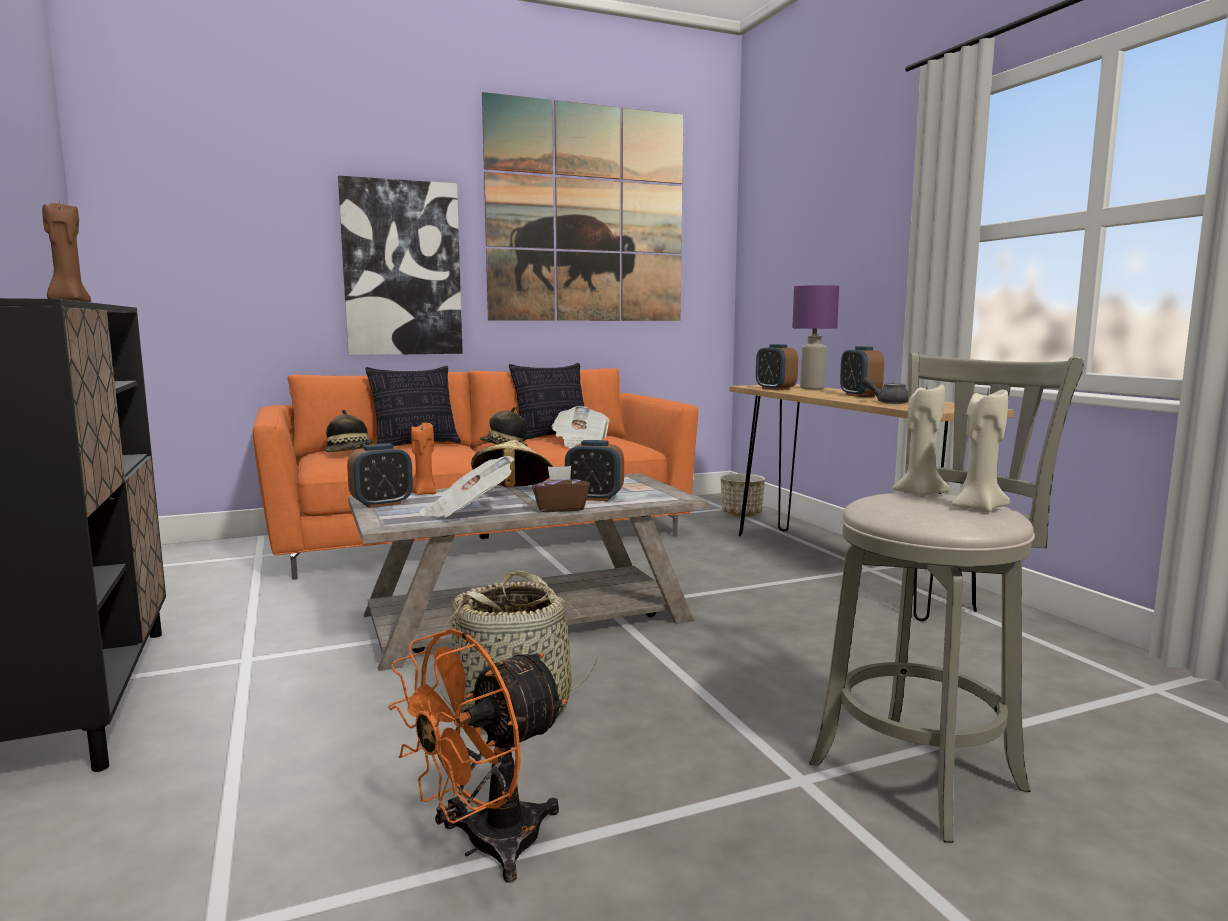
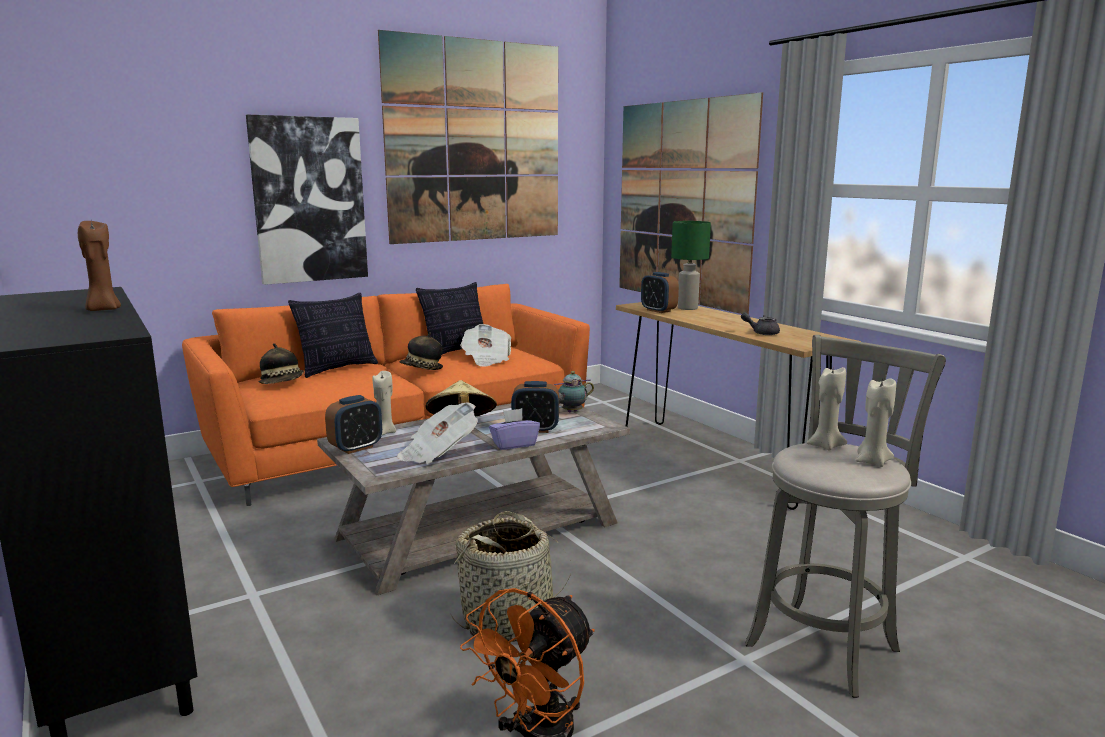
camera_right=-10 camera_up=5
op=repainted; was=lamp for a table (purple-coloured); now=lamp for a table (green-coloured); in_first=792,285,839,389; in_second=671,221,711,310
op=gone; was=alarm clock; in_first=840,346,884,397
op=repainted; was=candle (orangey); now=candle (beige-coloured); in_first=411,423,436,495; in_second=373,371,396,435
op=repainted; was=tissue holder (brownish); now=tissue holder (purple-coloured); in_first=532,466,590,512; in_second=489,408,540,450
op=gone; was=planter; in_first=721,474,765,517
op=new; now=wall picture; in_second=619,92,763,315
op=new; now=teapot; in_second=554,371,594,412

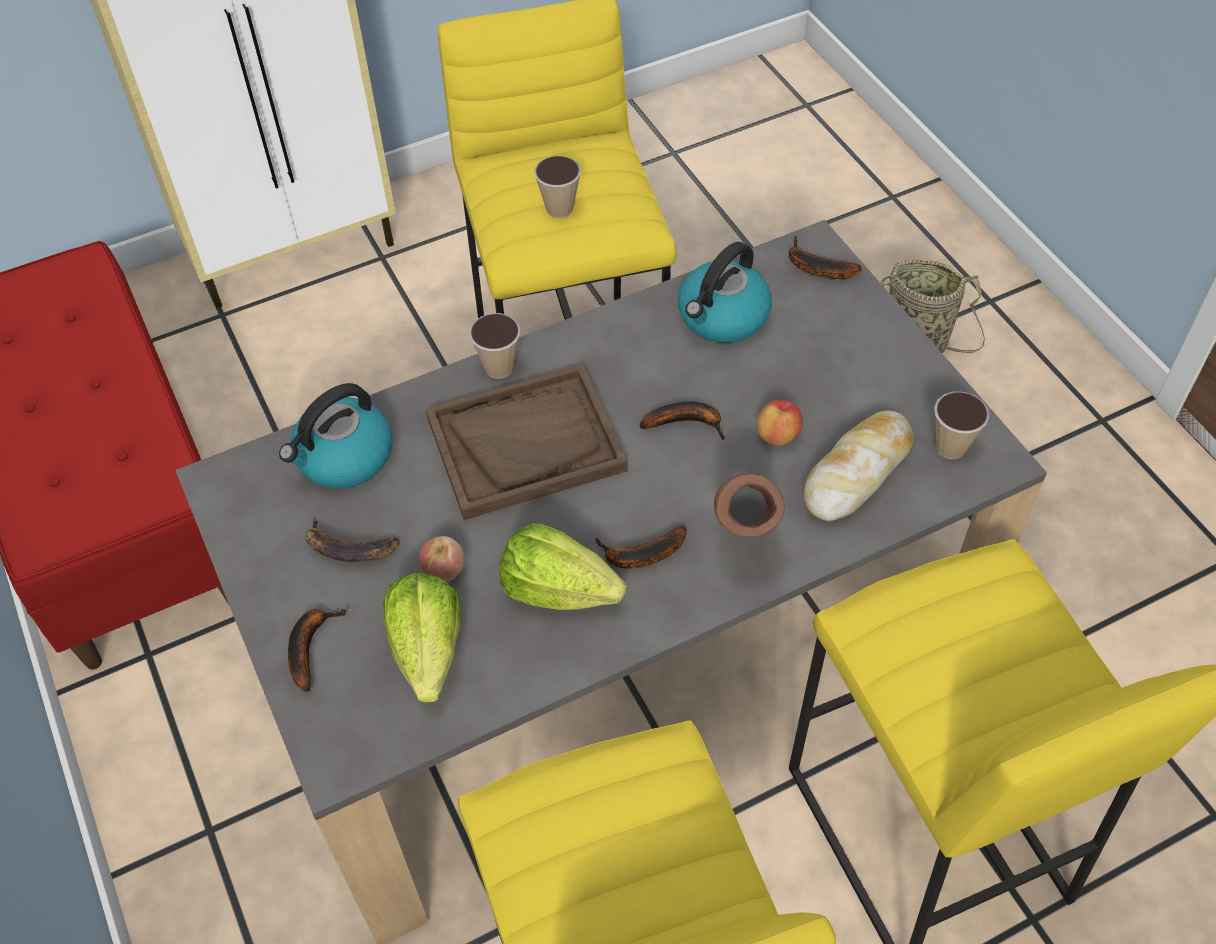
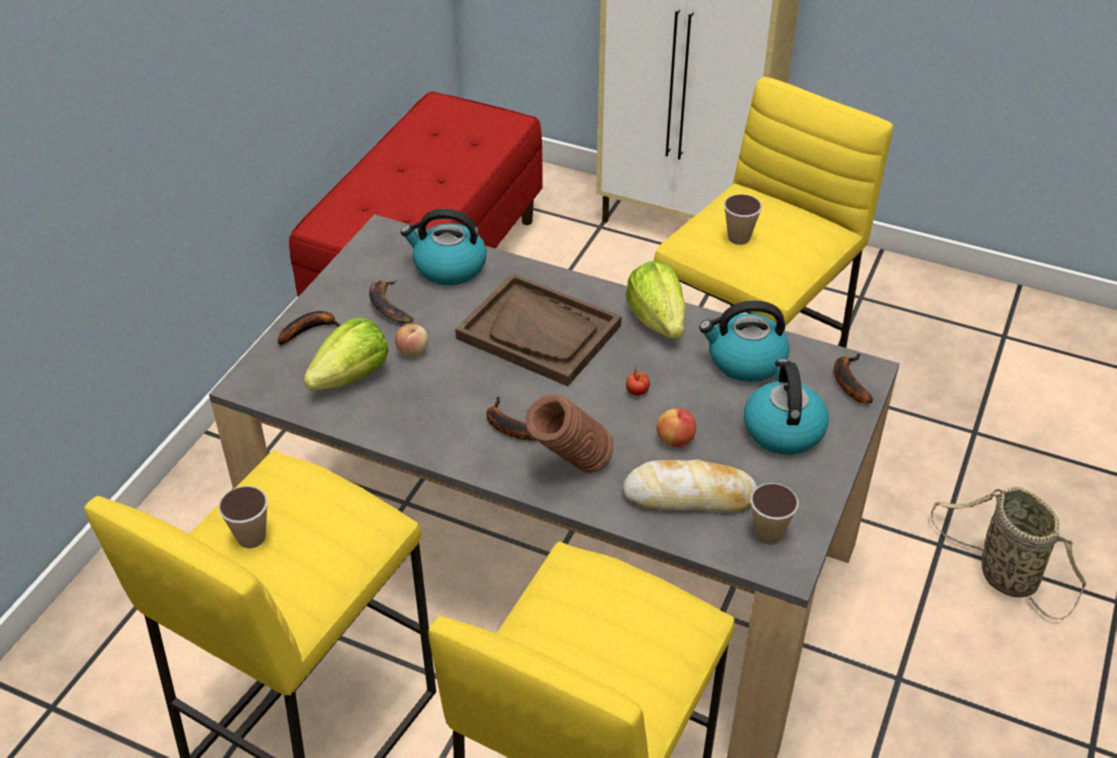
camera_right=50 camera_up=-10
op=shifted; was=small cup; in_first=470,313,520,379; in_second=218,486,268,548
op=swapped; was=banana; now=whole tomato; in_first=640,402,726,440; in_second=626,366,650,396
op=shifted; was=lettuce; in_first=499,523,627,610; in_second=625,261,686,338
op=new; now=tea kettle; in_second=744,359,829,455

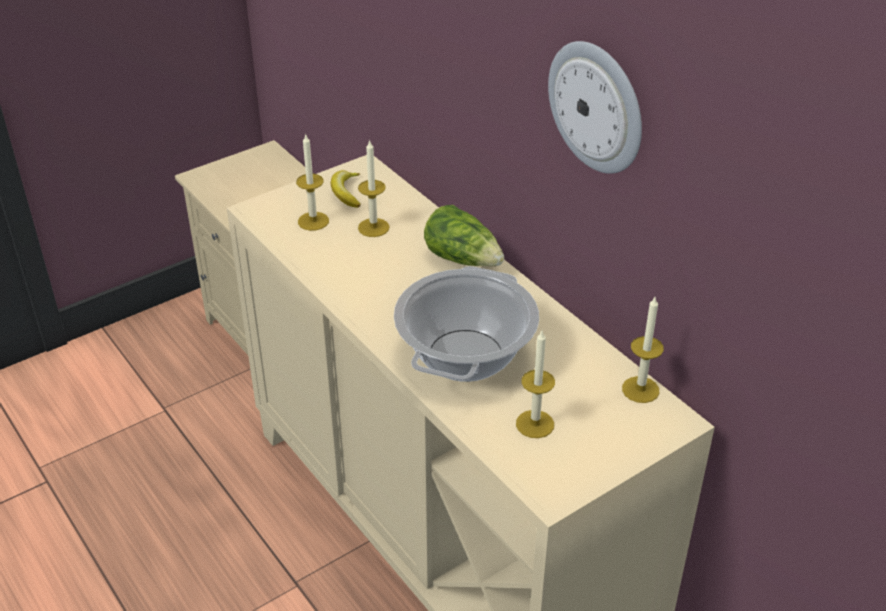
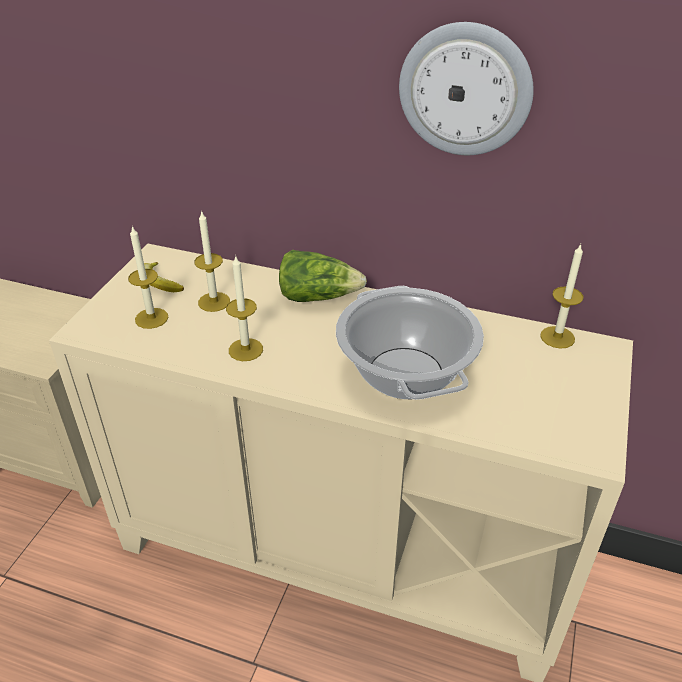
camera_right=-35 camera_up=0
op=shifted; was=candle; in_first=516,331,555,438; in_second=226,255,263,361

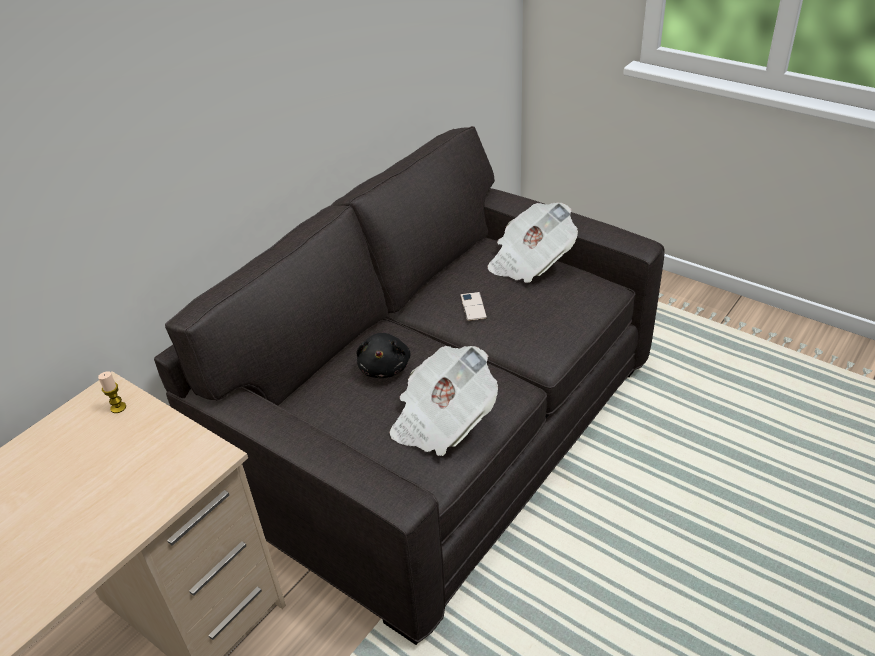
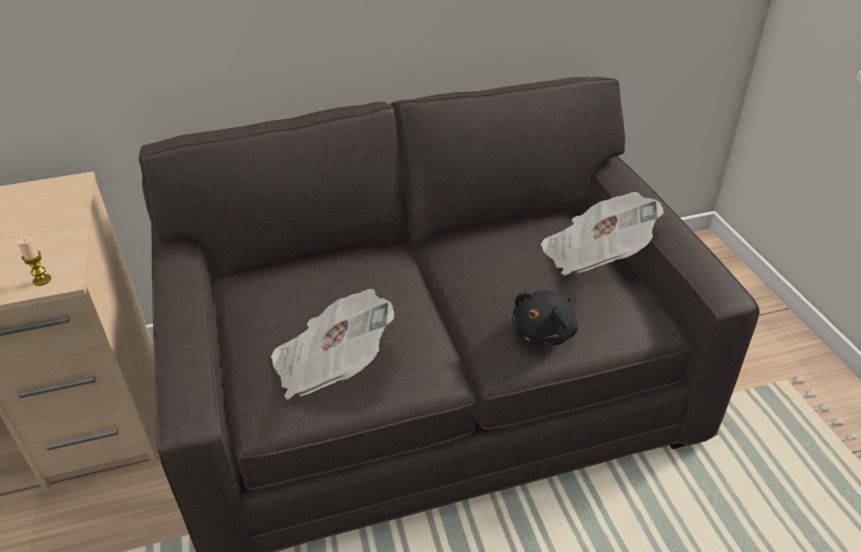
camera_right=35 camera_up=0
op=gone; was=telephone; in_first=461,292,487,321
op=shifted; was=soft toy (blackish); in_first=356,333,411,378; in_second=512,290,578,346
op=shifted; was=candle; in_first=98,371,126,413; in_second=17,237,51,286

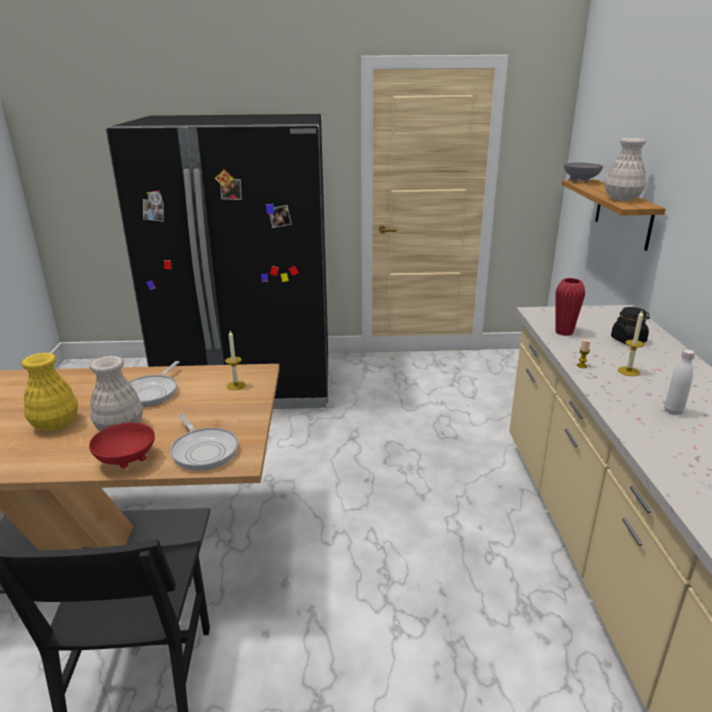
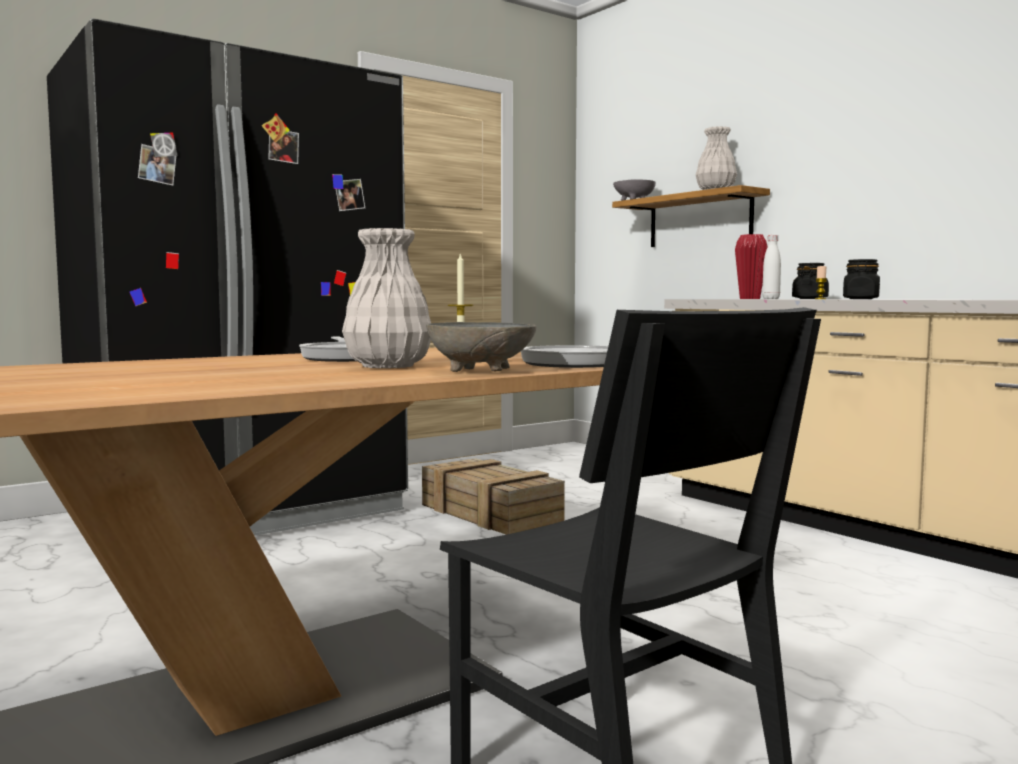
camera_right=-35 camera_up=-20
op=swapped; was=candle; now=storage jar (blackish); in_first=618,311,644,376; in_second=843,259,880,299
op=shifted; was=bottle (white); in_first=665,349,695,415; in_second=762,235,781,299
op=gone; was=decorative vase (yellow); in_first=21,352,78,431
op=repainted; was=deep dish (reddish); now=deep dish (gray); in_first=89,422,155,469; in_second=426,322,537,372
op=new; now=packing crate; in_second=422,458,565,535

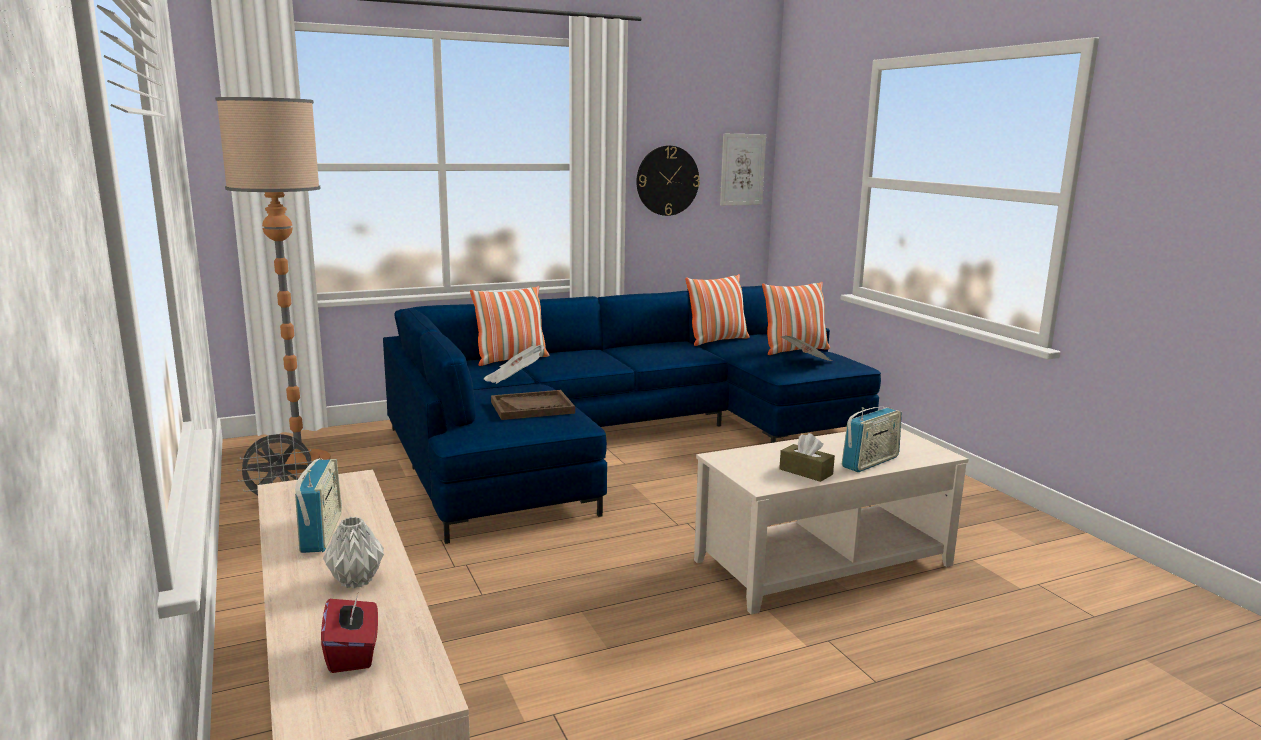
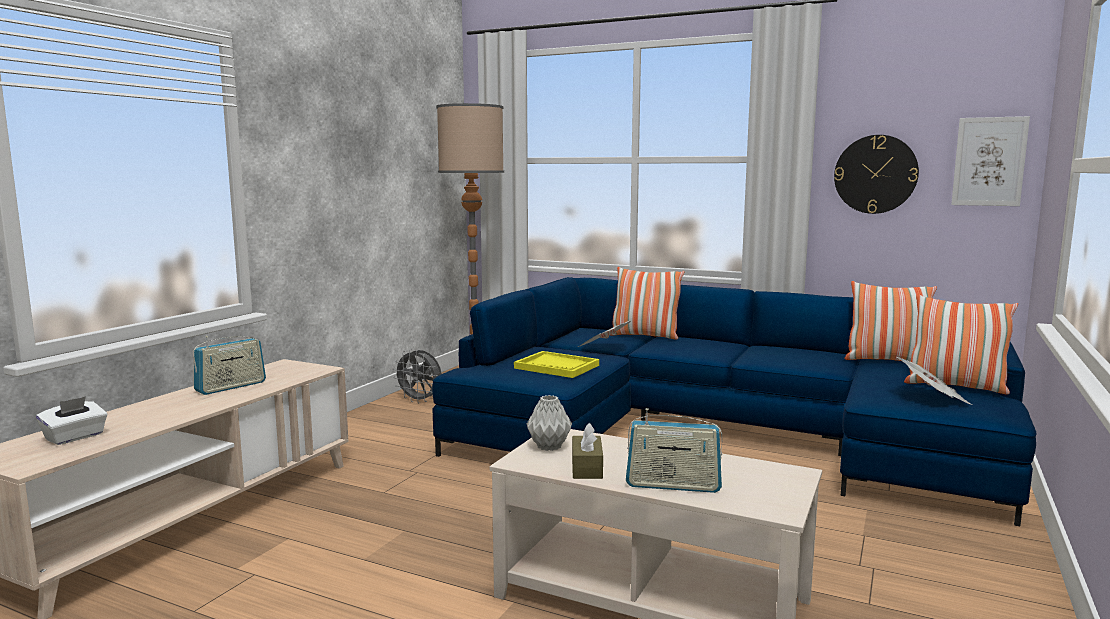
camera_right=50 camera_up=-5
op=repainted; was=serving tray (brownish); now=serving tray (yellow); in_first=491,390,575,420; in_second=514,351,599,378
op=shifted; was=decorative vase (gray); in_first=323,517,384,588; in_second=527,395,572,451
op=repainted; was=tissue holder (reddish); now=tissue holder (white); in_first=321,591,378,673; in_second=36,396,107,445

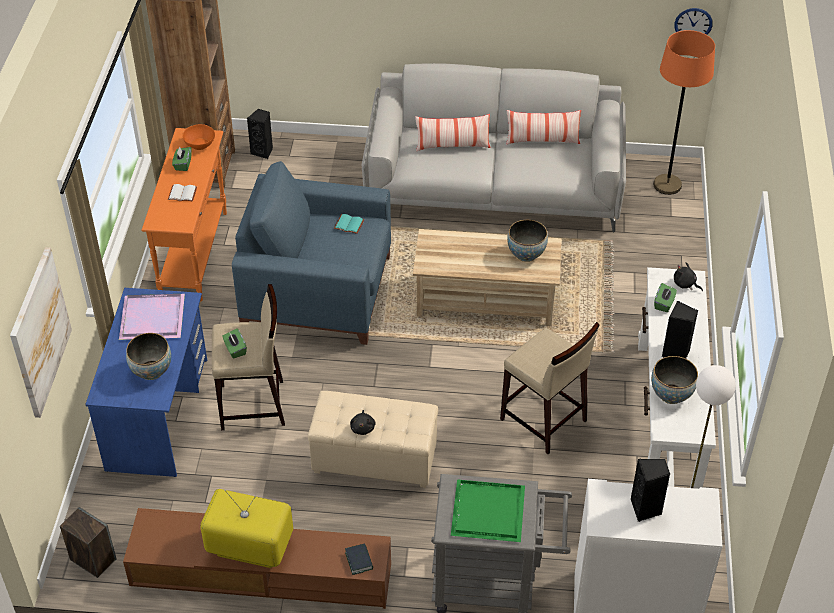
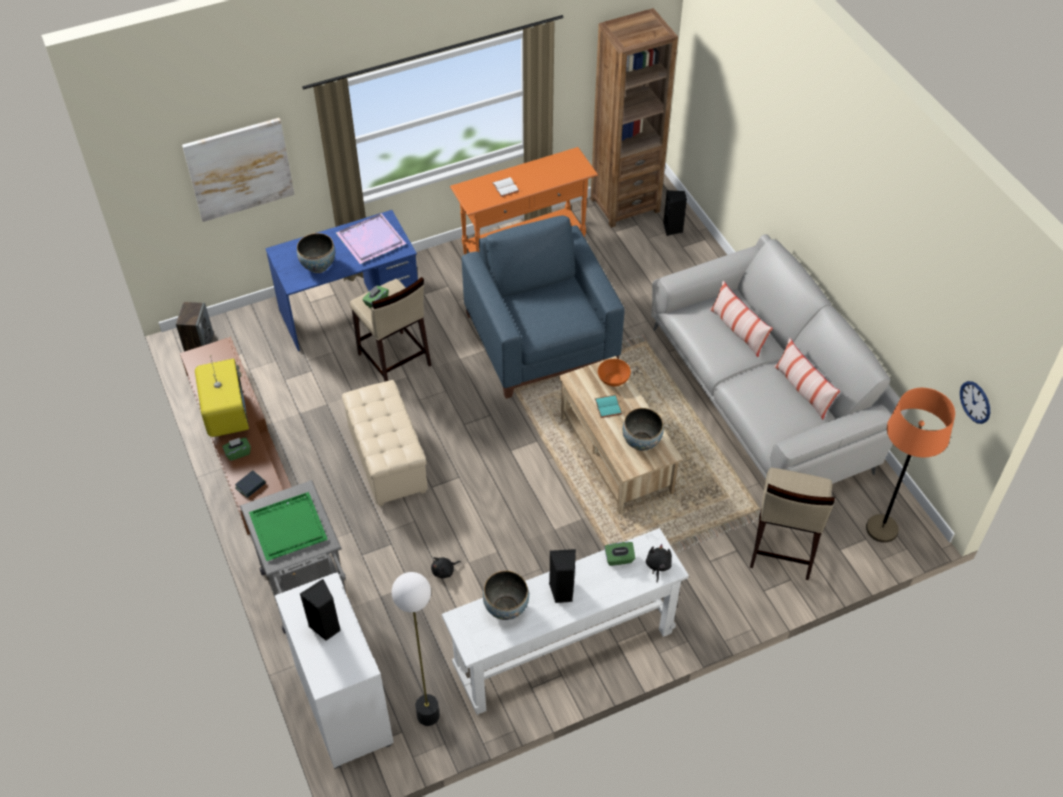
camera_right=60 camera_up=5
op=shifted; was=deep dish (orangey); in_first=182,124,215,150; in_second=598,359,631,386
op=shifted; was=tissue holder (green-coloured); in_first=172,146,192,171; in_second=222,438,251,461
op=shifted; was=bound book (blue-green); in_first=334,214,365,234; in_second=595,395,622,418
op=shifted; was=stool (beige-coloured); in_first=500,322,600,454; in_second=750,467,835,580
op=shifted; was=soft toy (blackish); in_first=350,410,376,435; in_second=431,557,461,579

